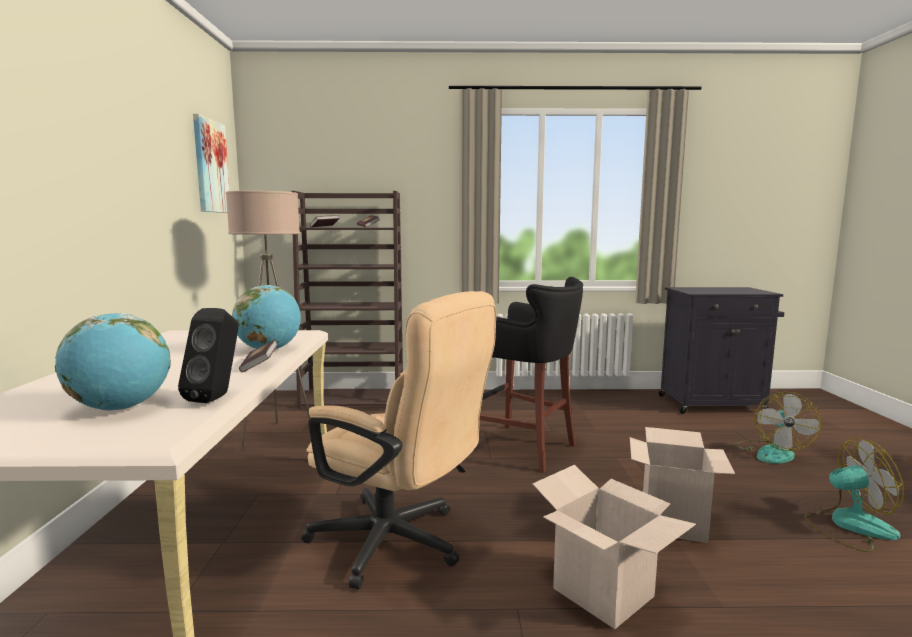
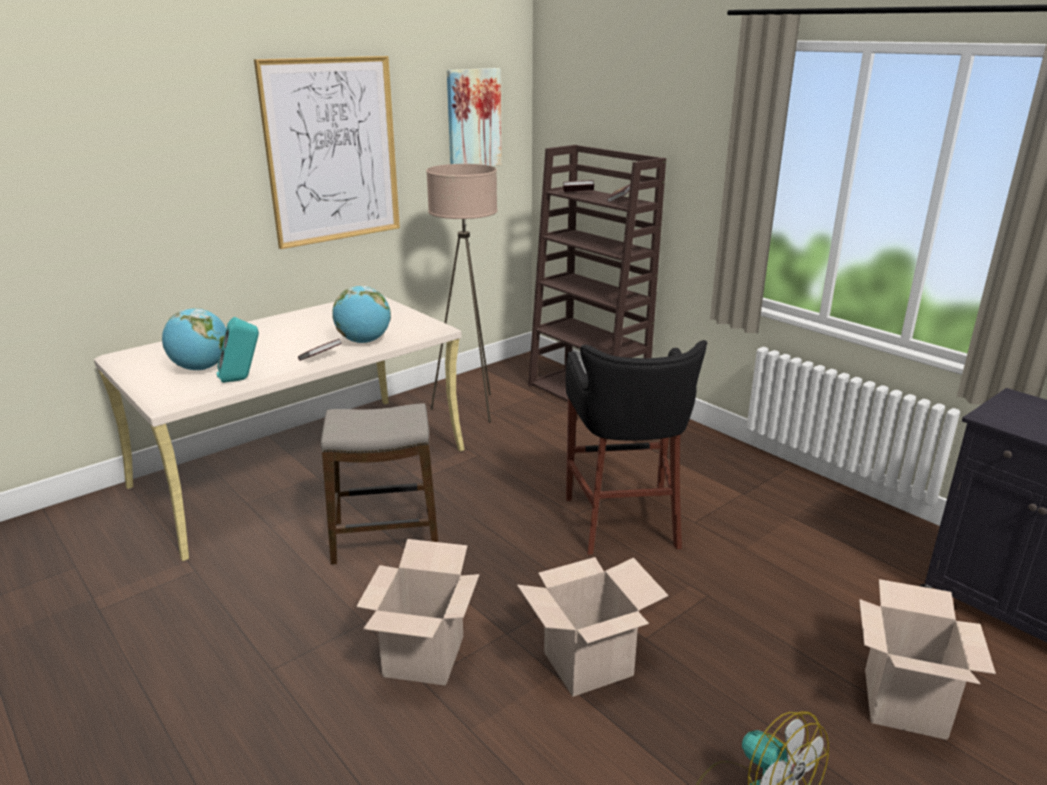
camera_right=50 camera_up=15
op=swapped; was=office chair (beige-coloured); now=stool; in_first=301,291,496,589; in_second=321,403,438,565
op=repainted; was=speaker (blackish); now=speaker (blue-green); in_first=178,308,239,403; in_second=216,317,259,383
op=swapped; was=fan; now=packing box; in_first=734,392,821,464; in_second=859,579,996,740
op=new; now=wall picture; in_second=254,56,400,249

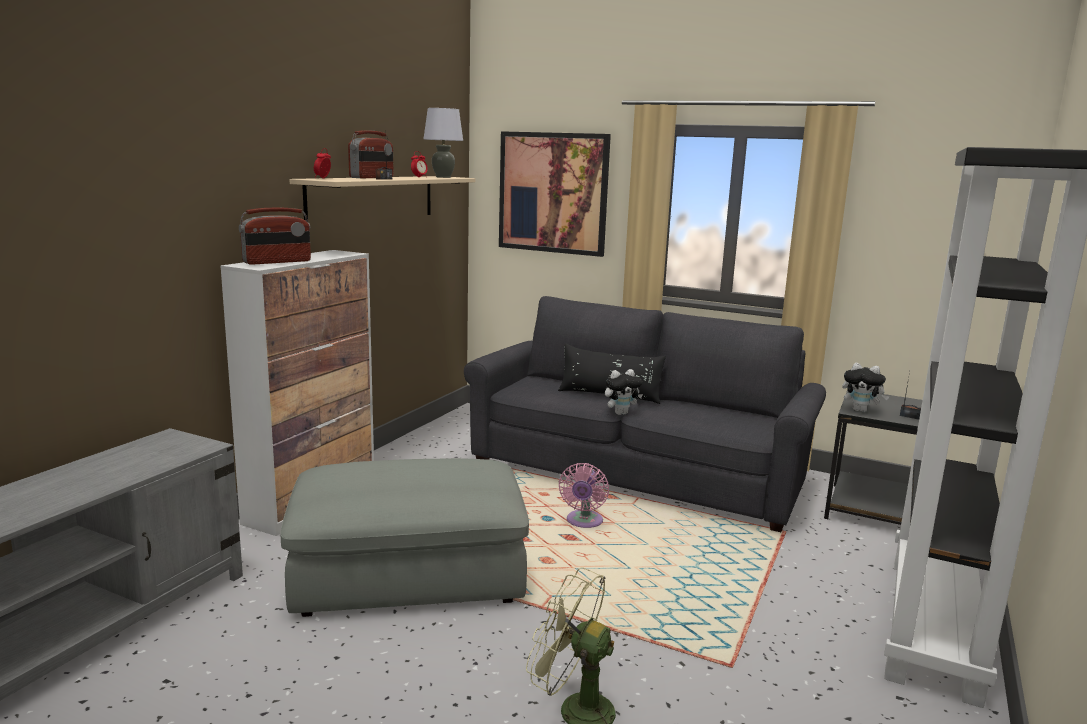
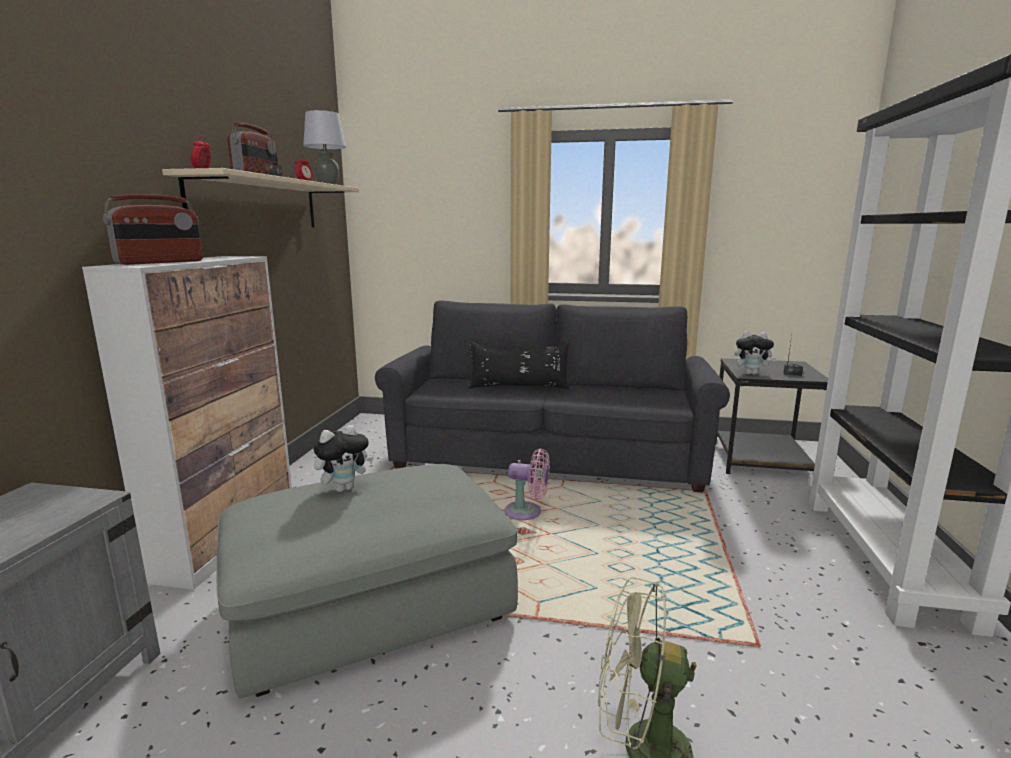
camera_right=-15 camera_up=0
op=gone; was=wall picture; in_first=499,131,611,257
op=shifted; was=soft toy; in_first=605,369,643,415; in_second=313,425,374,492
op=rotated; was=fan (pink-coloured); in_first=558,463,609,528; in_second=504,449,550,520; clockwise=-75

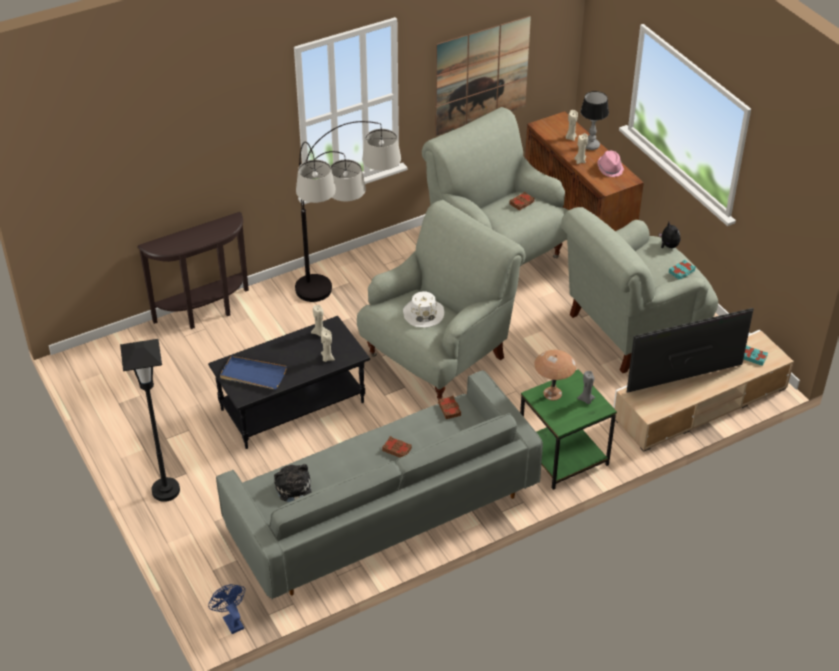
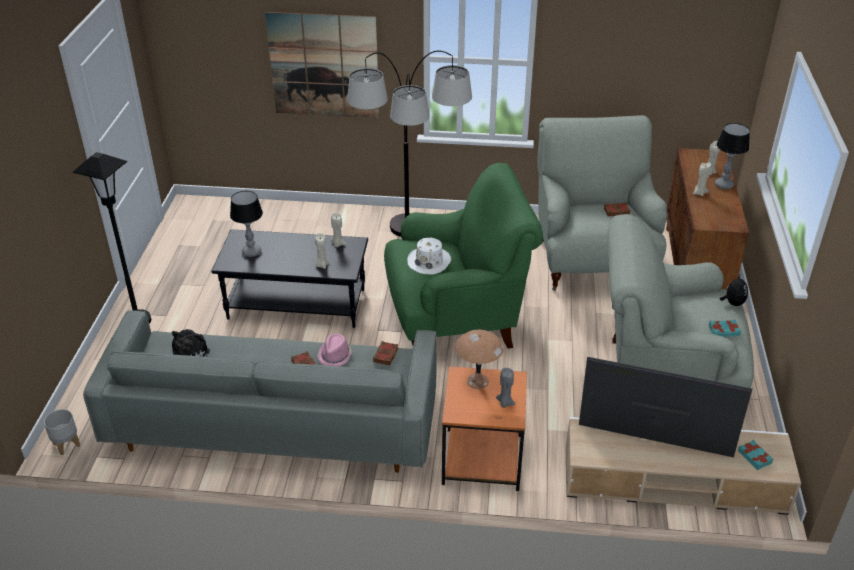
camera_right=35 camera_up=-5
op=shifted; was=wall picture; in_first=435,16,531,136; in_second=265,12,380,118
op=shifted; was=hat (pink-coloured); in_first=597,151,624,177; in_second=318,333,352,366
op=repainted; was=lounge chair (gray); now=lounge chair (green-coloured); in_first=357,200,525,399; in_second=384,163,543,348
op=gone; was=narrow table (brownish); in_first=137,212,249,329
op=swapped; was=serving tray (blue-coloured); now=lamp for a table; in_first=220,356,287,389; in_second=230,191,263,257
op=repainted; was=end table (green-coloured); now=end table (orangey); in_first=520,369,617,490; in_second=442,366,527,491
op=swapped; was=fan (blue-coloured); now=planter (gray); in_first=208,584,245,634; in_second=44,409,80,455

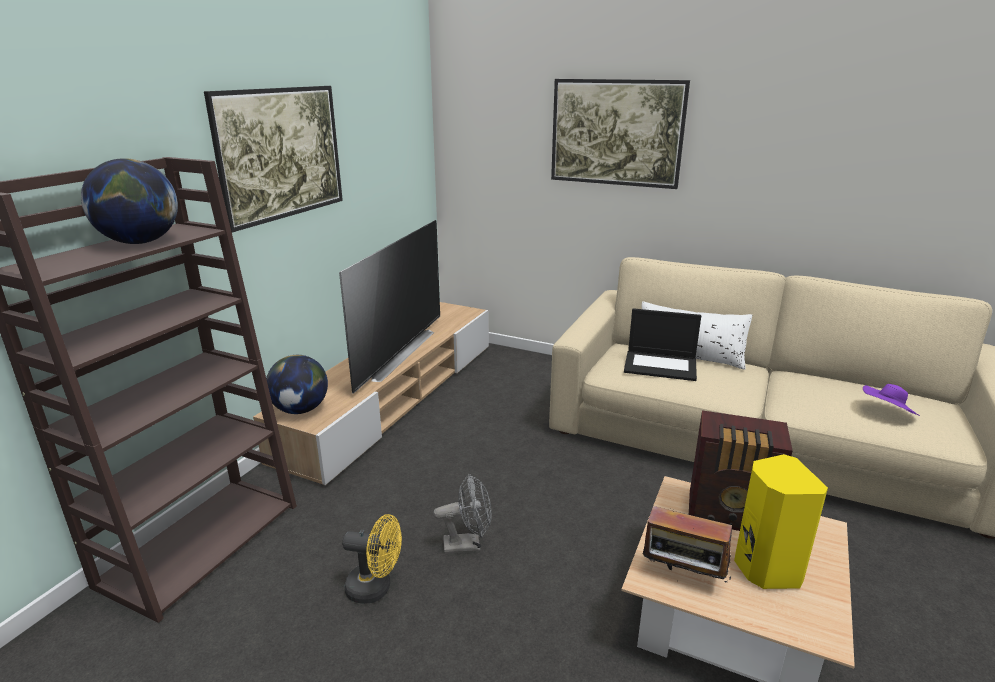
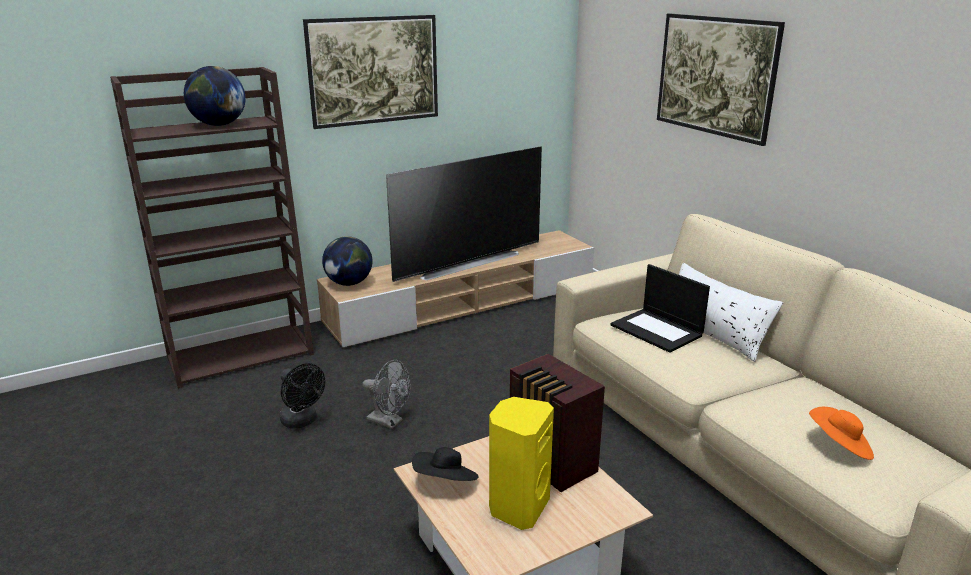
camera_right=35 camera_up=0
op=repainted; was=hat (purple-coloured); now=hat (orangey); in_first=863,384,920,416; in_second=809,407,874,460
op=swapped; was=radio set; now=hat (blackish); in_first=643,500,732,583; in_second=412,447,478,481
op=repainted; was=fan (yellow); now=fan (blackish); in_first=342,514,402,604; in_second=280,363,325,429

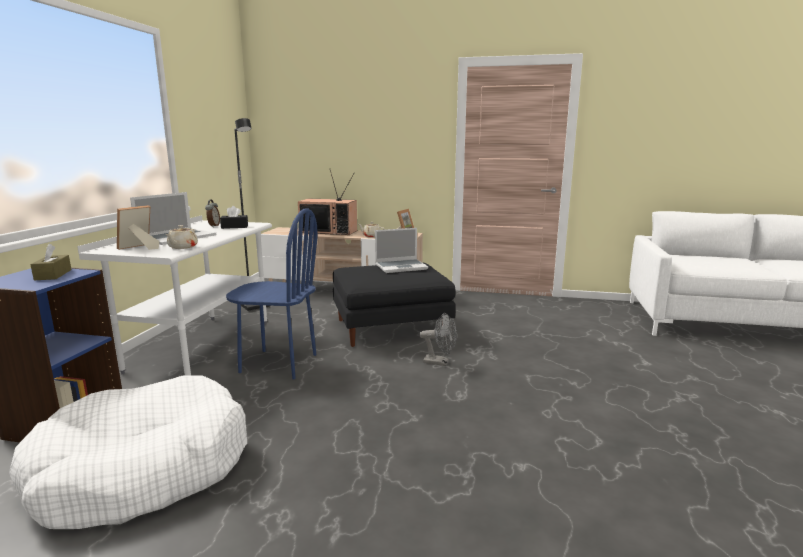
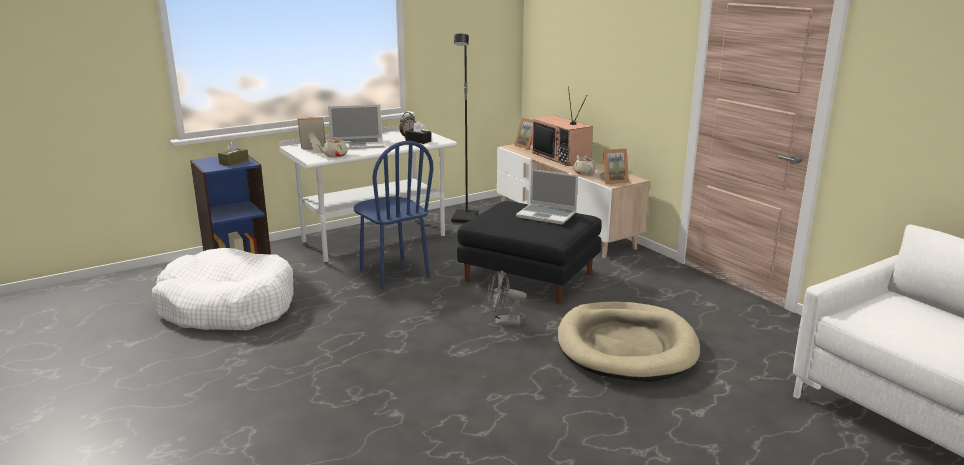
camera_right=45 camera_up=5
op=rotated; was=fan (gray); in_first=419,313,457,366; in_second=487,270,527,326; clockwise=120
op=new; now=standing frame; in_second=514,118,533,150
op=new; now=dog bed (beige-coloured); in_second=558,302,700,382

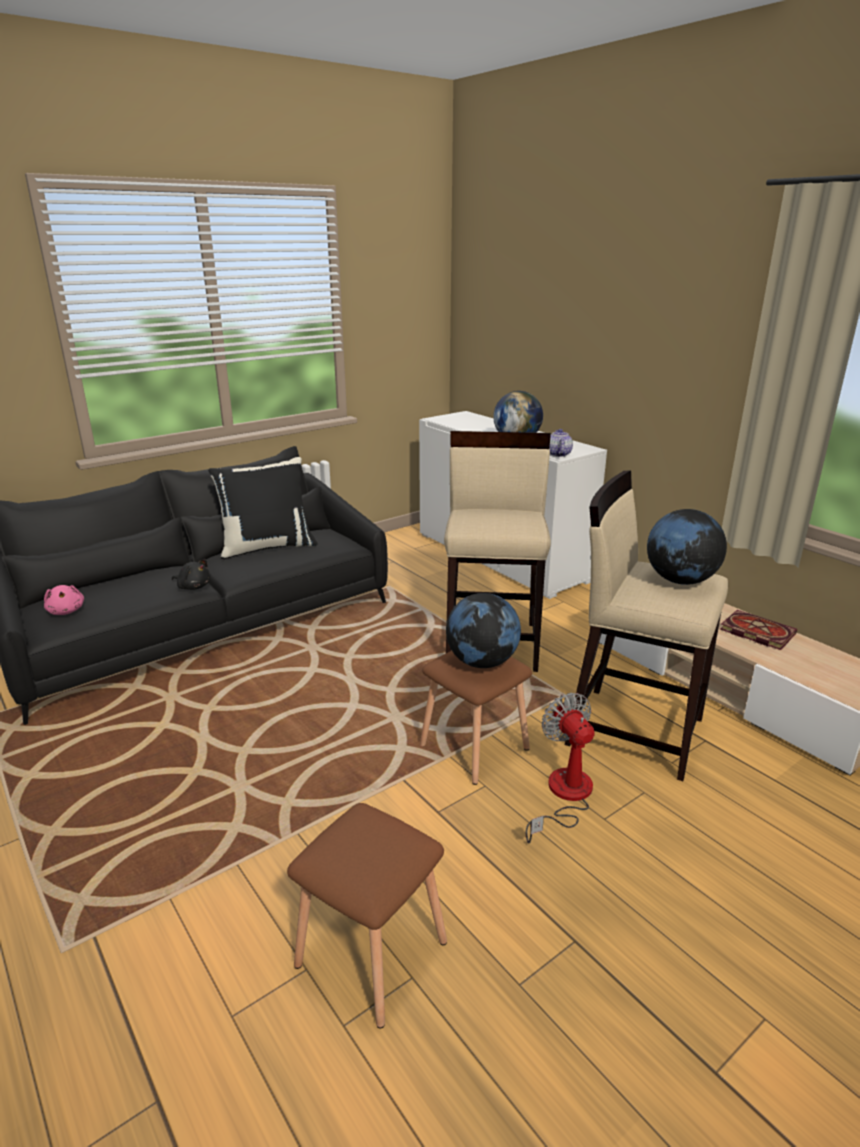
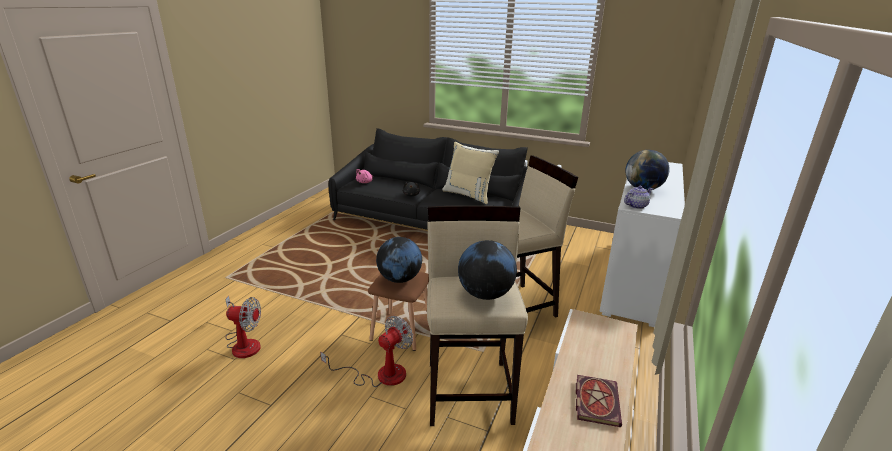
camera_right=60 camera_up=0
op=repainted; was=throw pillow (blackish); now=throw pillow (beige-coloured); in_first=208,457,318,560; in_second=442,142,499,204
op=swapped; was=stool (brownish); now=fan; in_first=287,803,447,1029; in_second=225,296,261,358

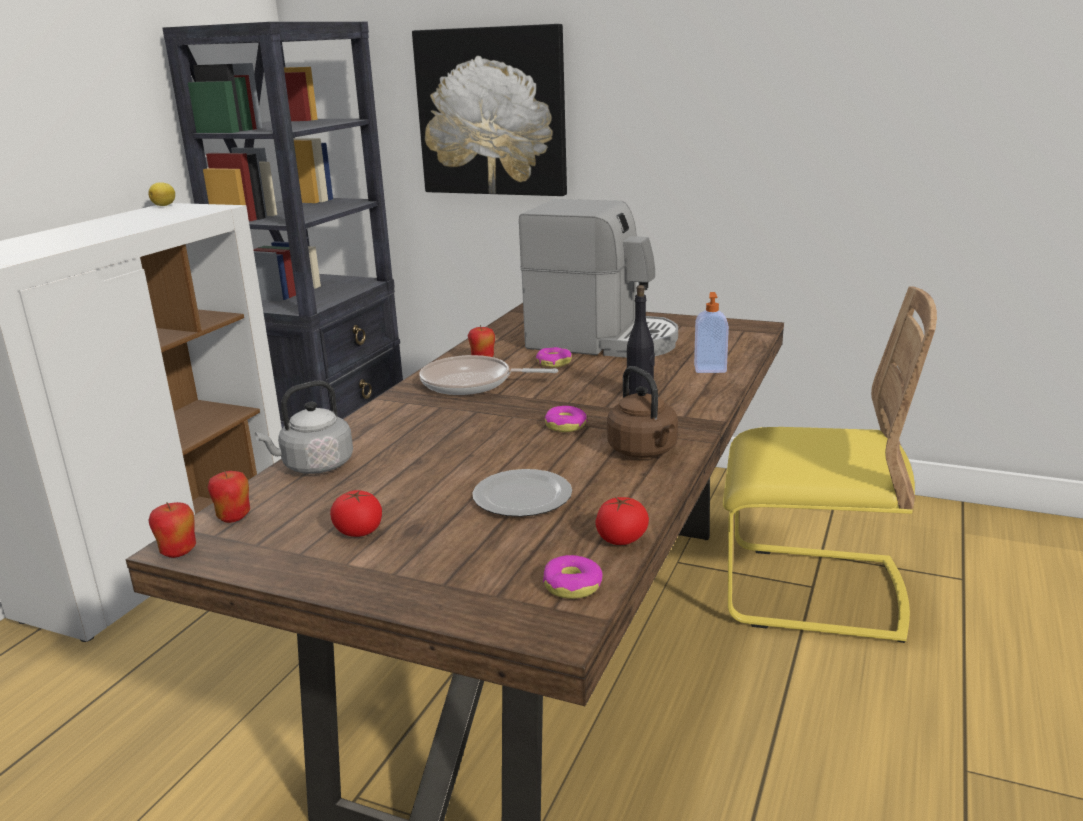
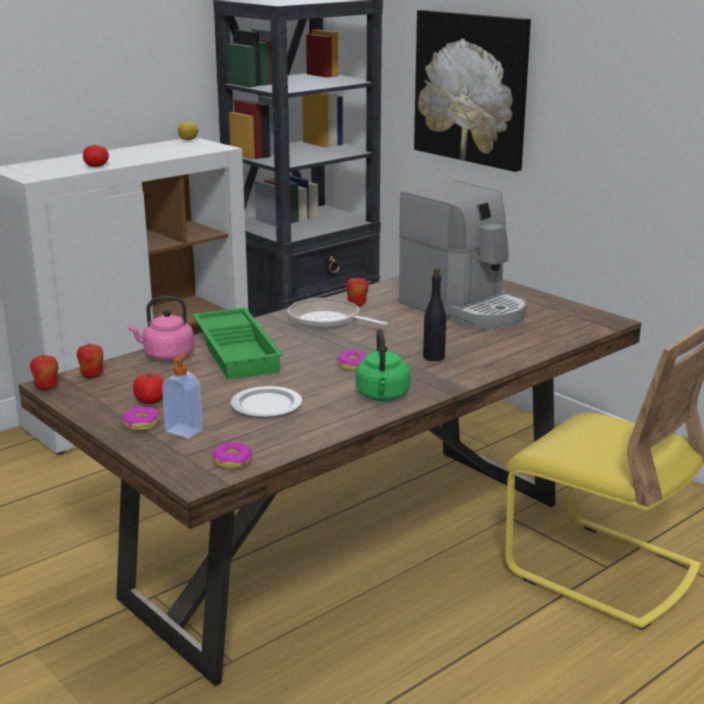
camera_right=25 camera_up=0
op=shifted; was=soap dispenser; in_first=694,292,729,373; in_second=162,354,203,438
op=shifted; was=doughnut; in_first=536,347,572,368; in_second=122,406,161,431
op=repainted; was=tea kettle (brownish); now=tea kettle (green-coloured); in_first=607,366,678,458; in_second=356,329,410,401
op=repainted; was=tea kettle (gray); now=tea kettle (pink-coloured); in_first=255,380,353,474; in_second=128,296,194,361
op=shifted; was=whole tomato; in_first=596,497,649,545; in_second=83,145,109,167
op=new; now=serving tray (green-coloured); in_second=192,308,284,380

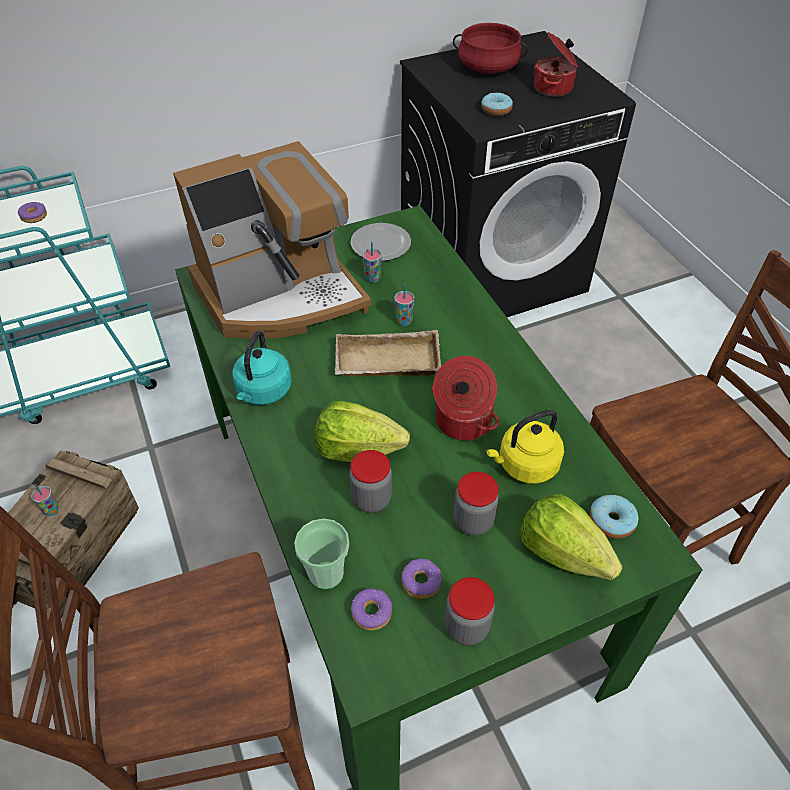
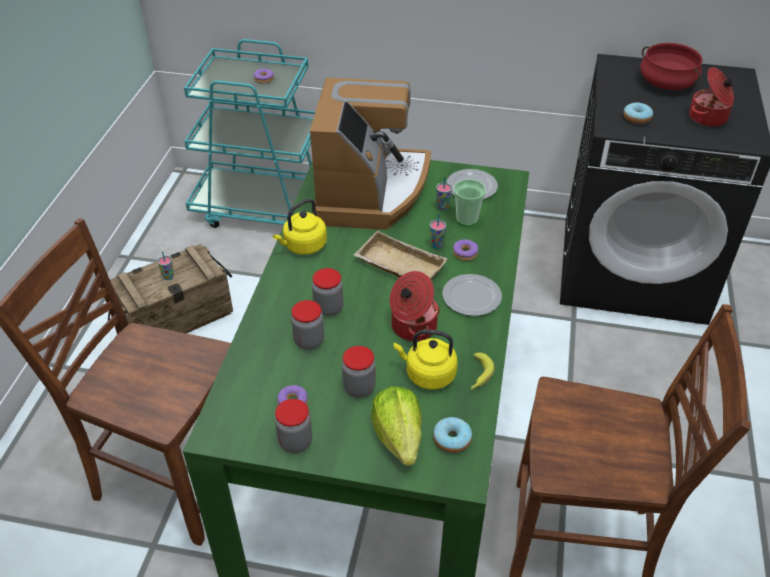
camera_right=35 camera_up=-5
op=rotated; was=coffee machine; in_first=173,141,371,338; in_second=310,78,431,230; clockwise=-90
op=repainted; was=tea kettle (blue-green); now=tea kettle (yellow); in_first=232,330,292,405; in_second=273,199,327,255
op=swapped; was=lettuce; now=storage jar; in_first=315,401,410,462; in_second=312,268,343,316
op=shifted; was=small cup; in_first=294,519,349,590; in_second=453,179,486,226
op=shifted; was=doughnut; in_first=351,589,392,630; in_second=453,239,478,261
op=new; now=flat dish; in_second=442,274,502,316
op=new; now=banana; in_second=471,352,495,390

